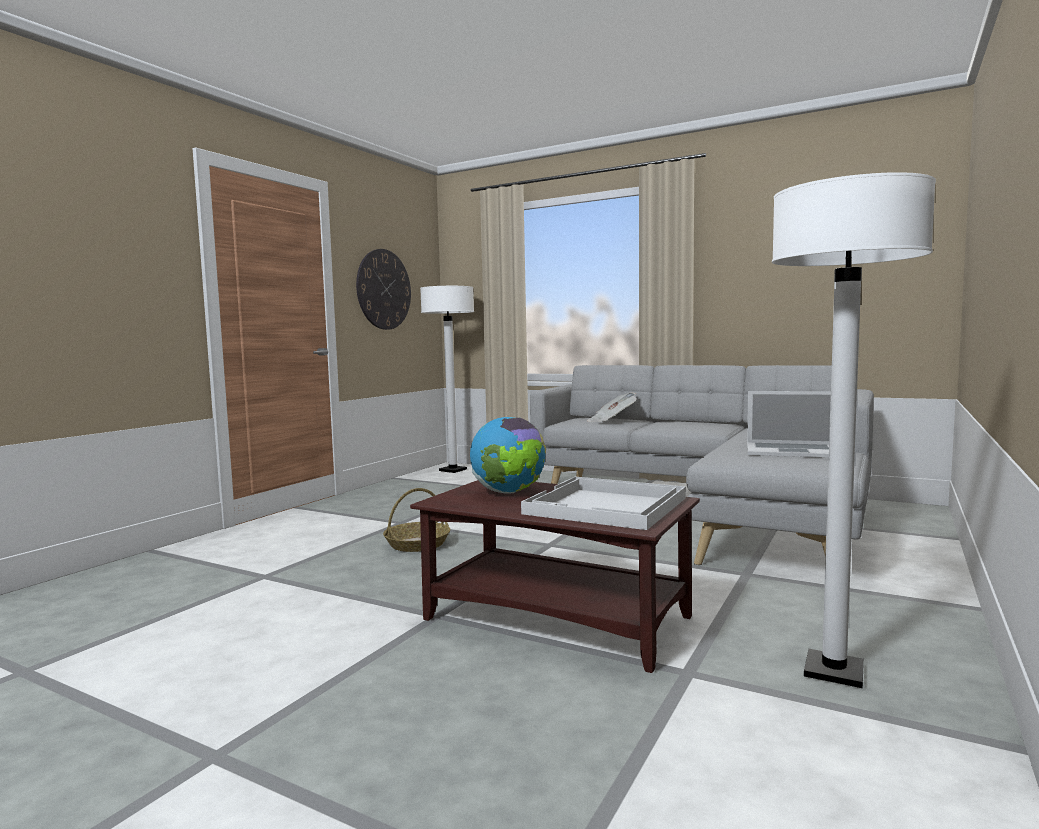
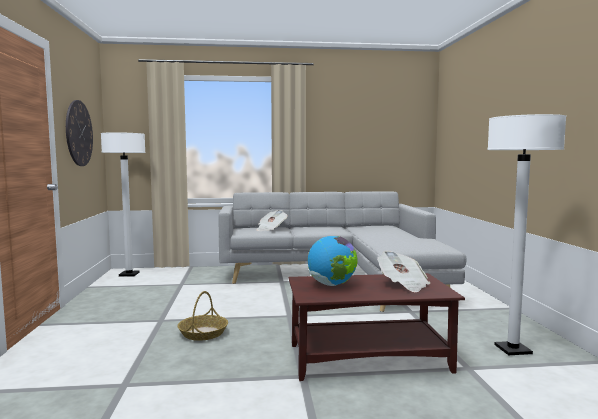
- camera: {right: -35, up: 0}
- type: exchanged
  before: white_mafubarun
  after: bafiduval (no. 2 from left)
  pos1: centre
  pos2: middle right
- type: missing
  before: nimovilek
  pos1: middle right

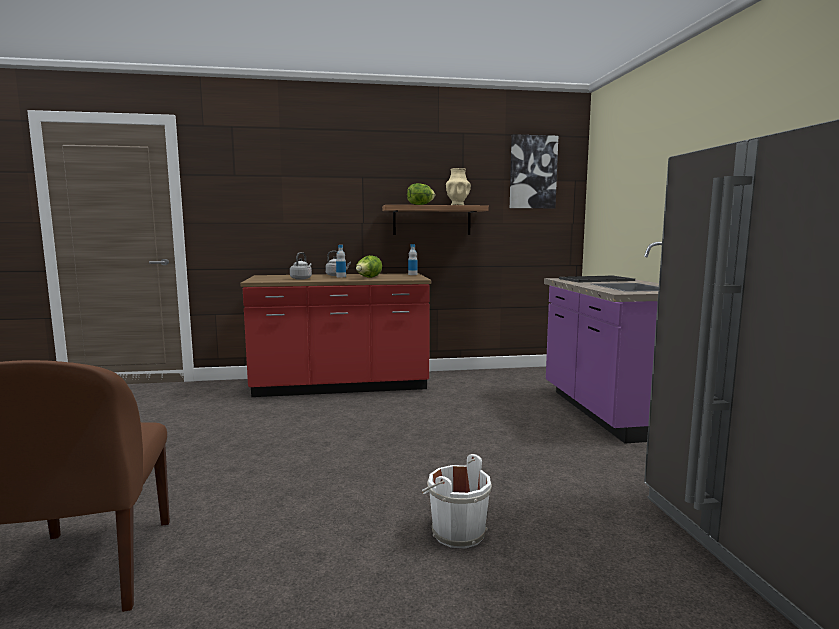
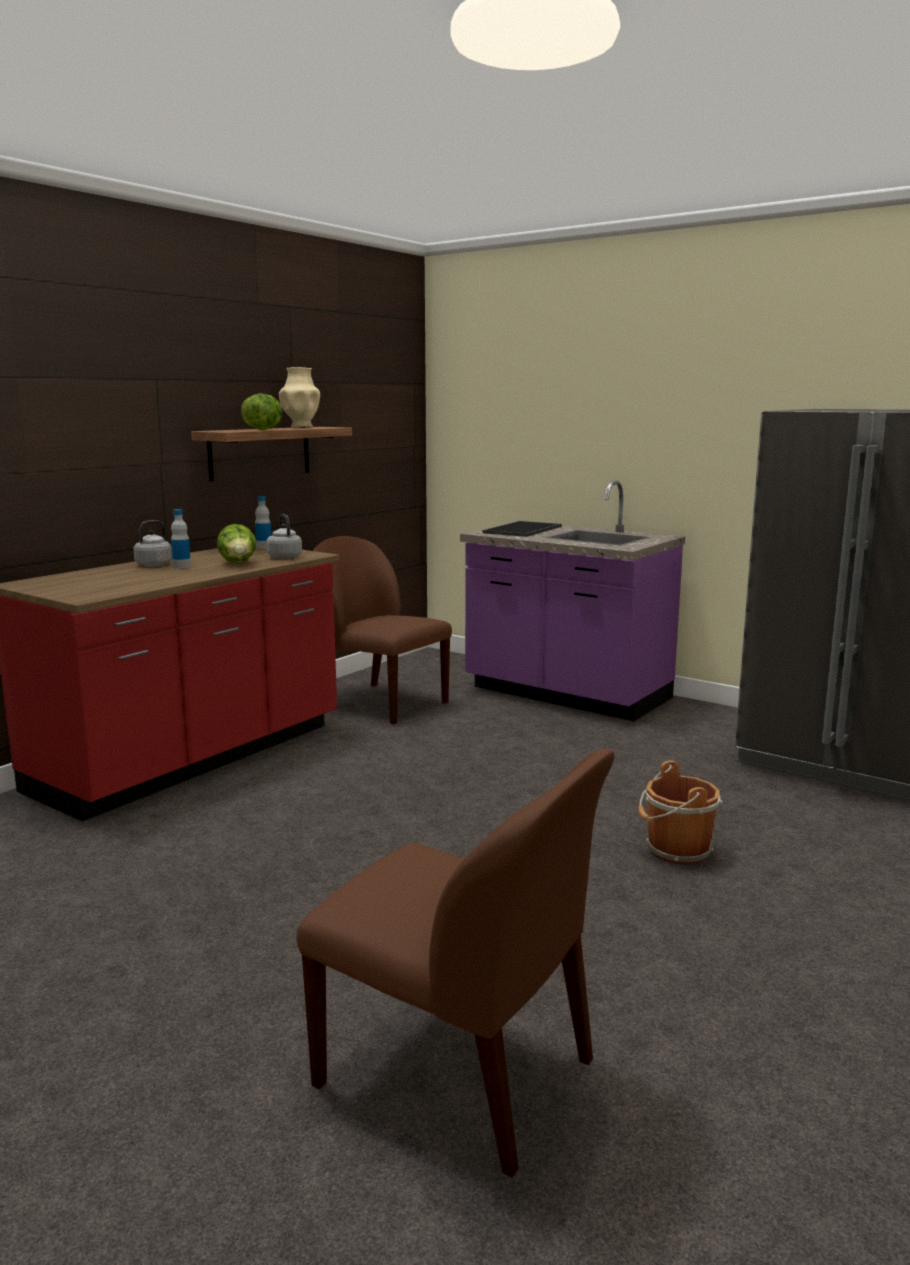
- camera: {right: -45, up: 5}
- type: relocated
  before: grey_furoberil (no. 1 from left in the first image)
  after: grey_furoberil (no. 2 from left)
  pos1: centre
  pos2: middle left
- type: appeared
  after: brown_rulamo (no. 1 from left)
  pos2: centre
- type: colour
  before: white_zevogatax
  after: brown_zevogatax
  pos1: bottom centre
  pos2: middle right
- type: missing
  before: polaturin
  pos1: top centre

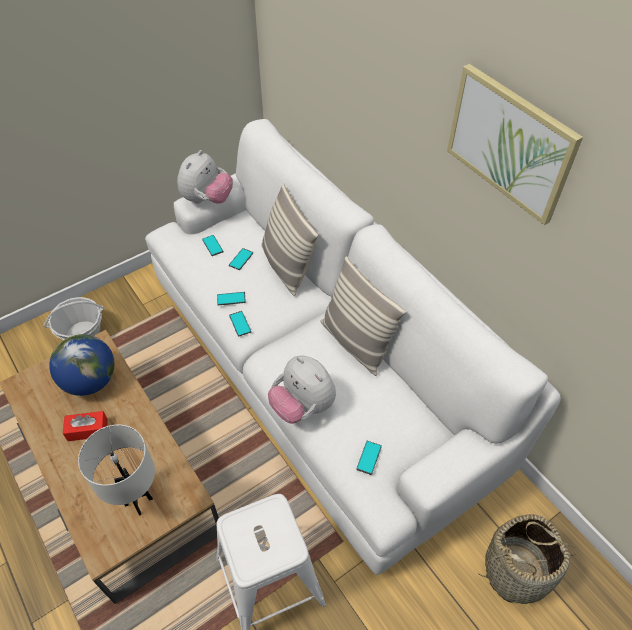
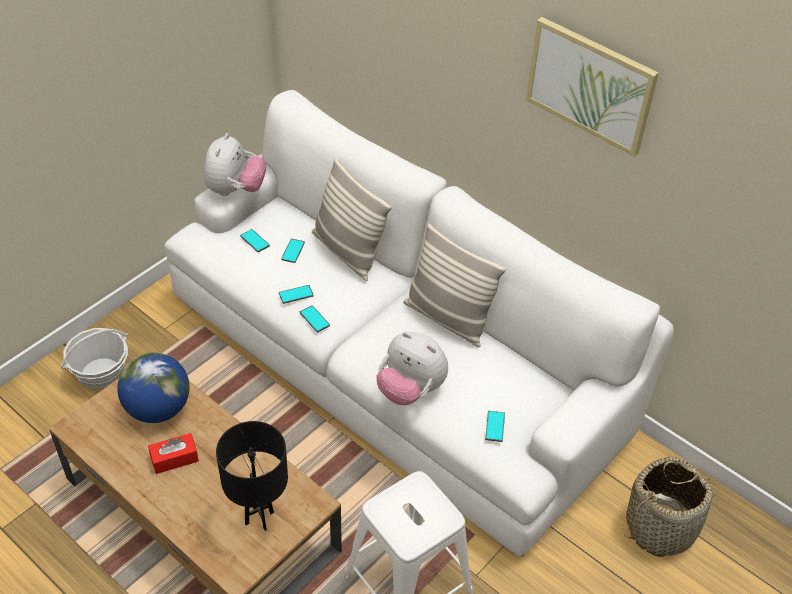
- camera: {right: -15, up: -5}
- type: colour
  before: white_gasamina
  after: black_gasamina
  pos1: bottom left
  pos2: bottom left

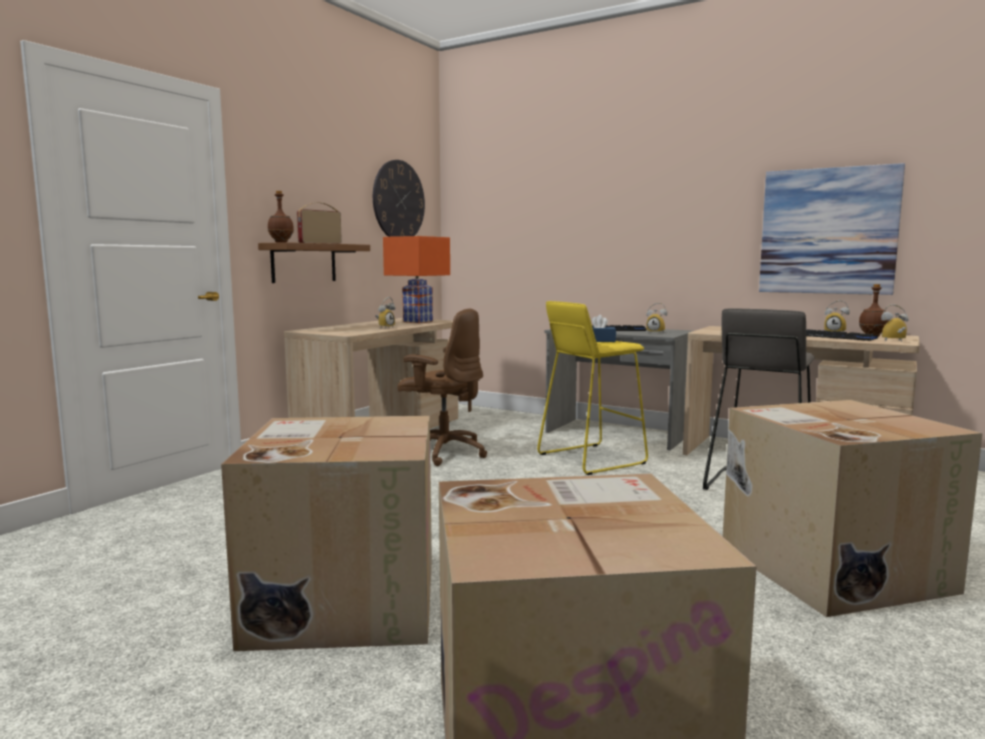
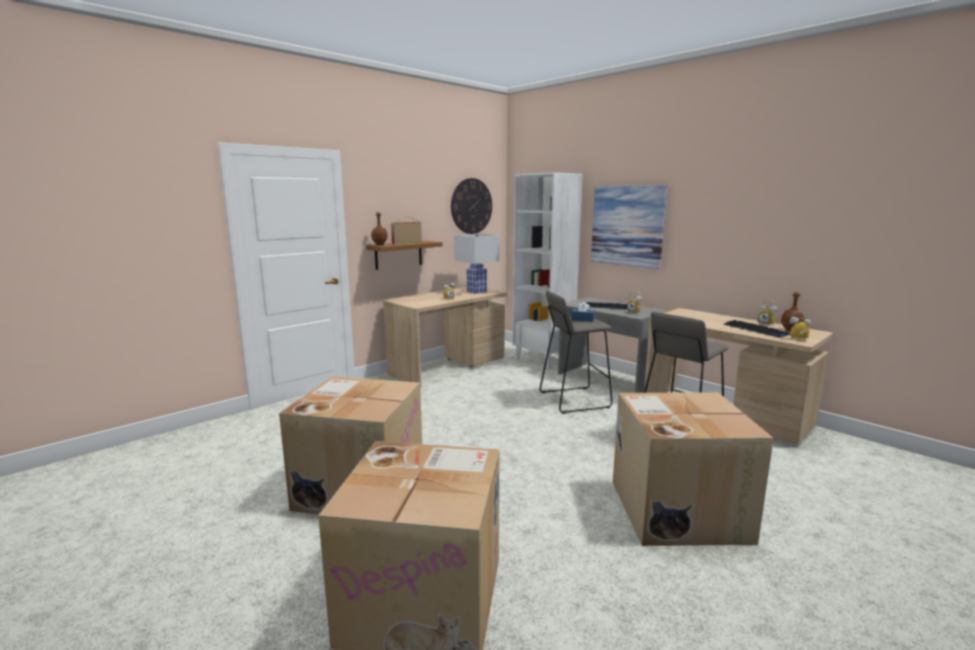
- camera: {right: 15, up: 5}
- type: colour
  before: orange_gasamina
  after: white_gasamina
  pos1: centre
  pos2: centre
- type: appeared
  after: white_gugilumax
  pos2: centre
- type: colour
  before: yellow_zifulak
  after: grey_zifulak (no. 1 from left)
  pos1: centre
  pos2: centre
- type: relocated
  before: polaturin
  pos1: top right
  pos2: centre
- type: missing
  before: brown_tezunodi
  pos1: centre

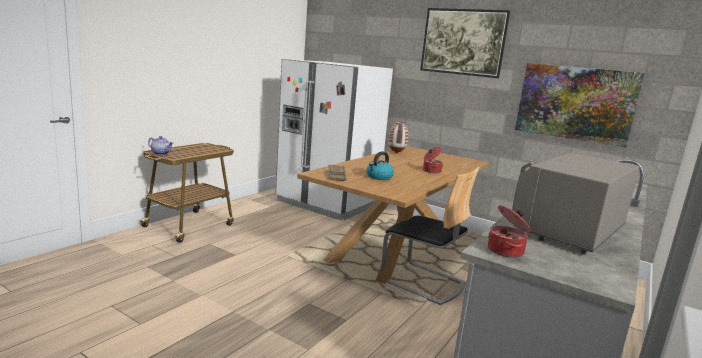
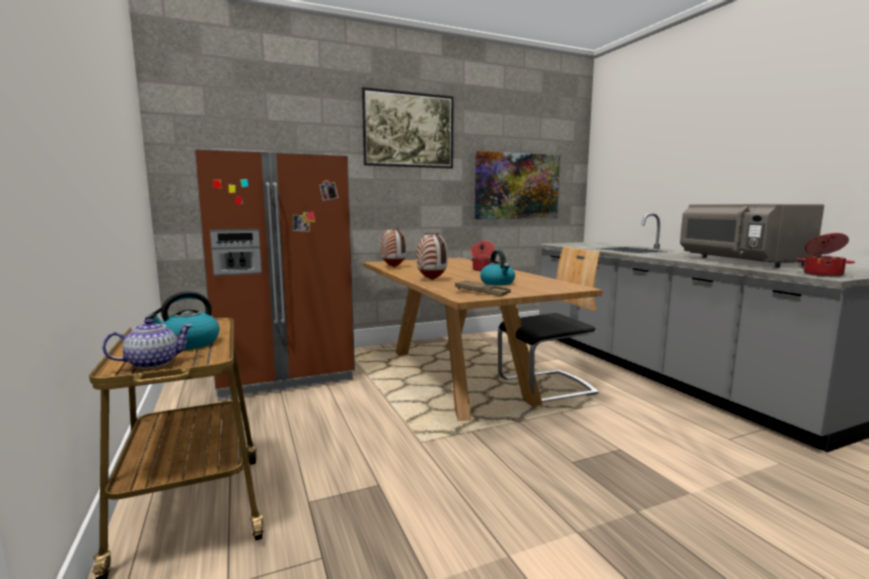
- camera: {right: -55, up: -5}
- type: appeared
  after: furoberil (no. 1 from left)
  pos2: middle left
- type: colour
  before: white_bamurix
  after: brown_bamurix
  pos1: centre
  pos2: middle left
- type: appeared
  after: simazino (no. 2 from left)
  pos2: centre

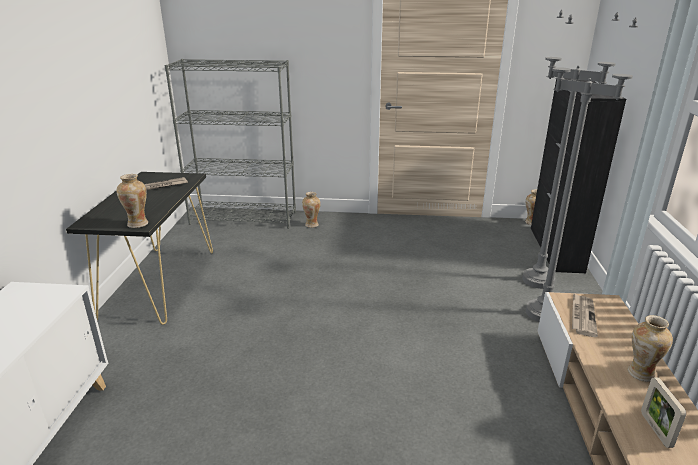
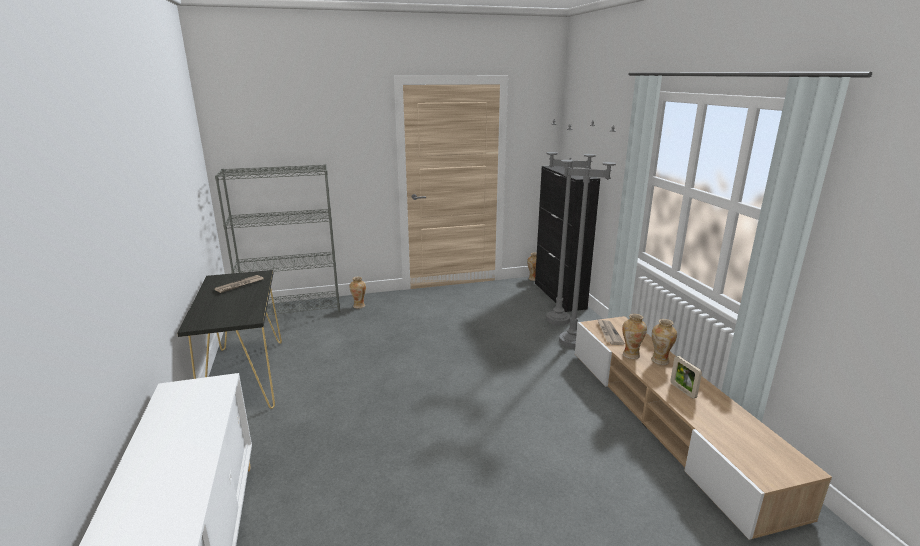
- camera: {right: -20, up: -5}
- type: relocated
  before: simazino (no. 1 from left in the first image)
  after: simazino (no. 3 from left)
  pos1: middle left
  pos2: middle right

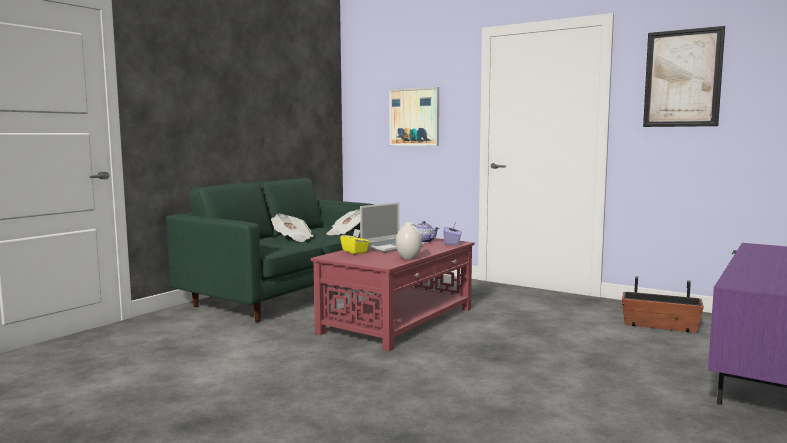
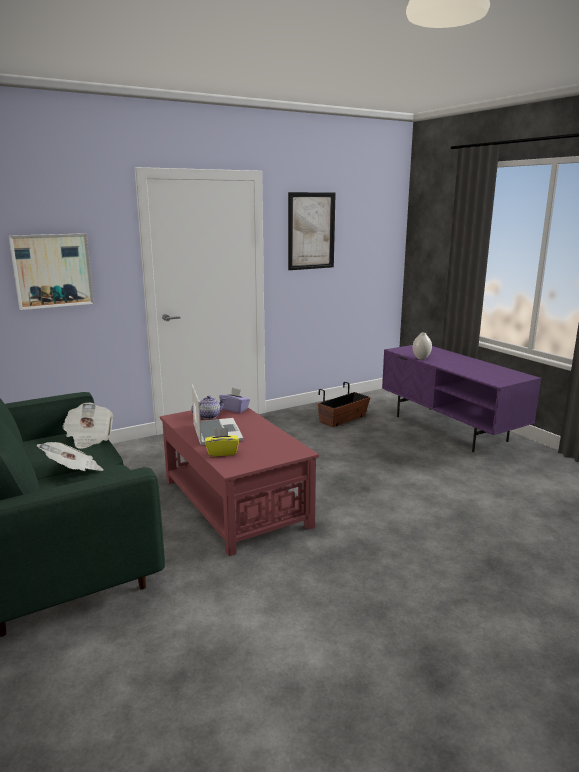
- camera: {right: -65, up: 10}
- type: relocated
  before: white_simazino
  pos1: centre
  pos2: middle right

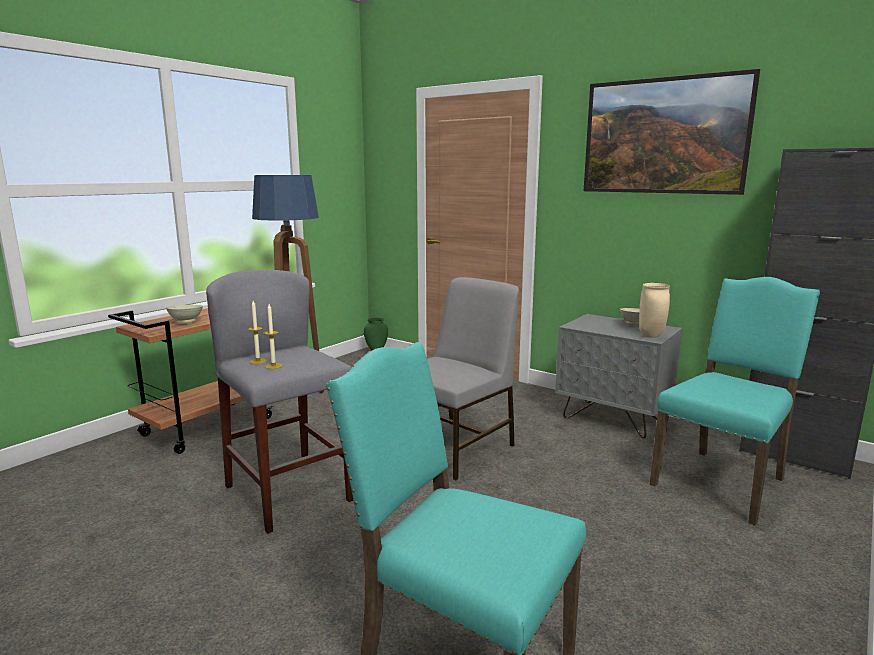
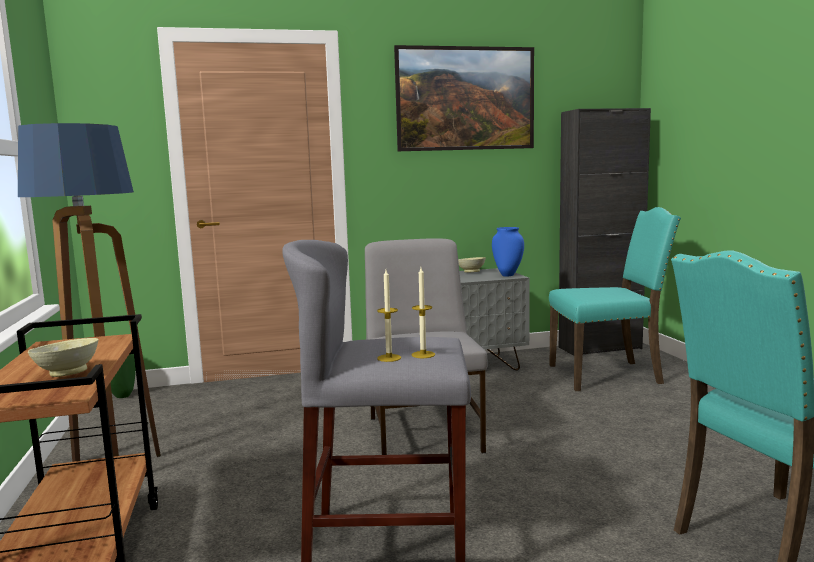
- camera: {right: -50, up: -5}
- type: colour
  before: beige_simazino
  after: blue_simazino
  pos1: middle right
  pos2: centre
- type: spun
  before: turquoise_rulamo (no. 2 from left in the first image)
  pos1: middle right
  pos2: middle right
  turn: 90

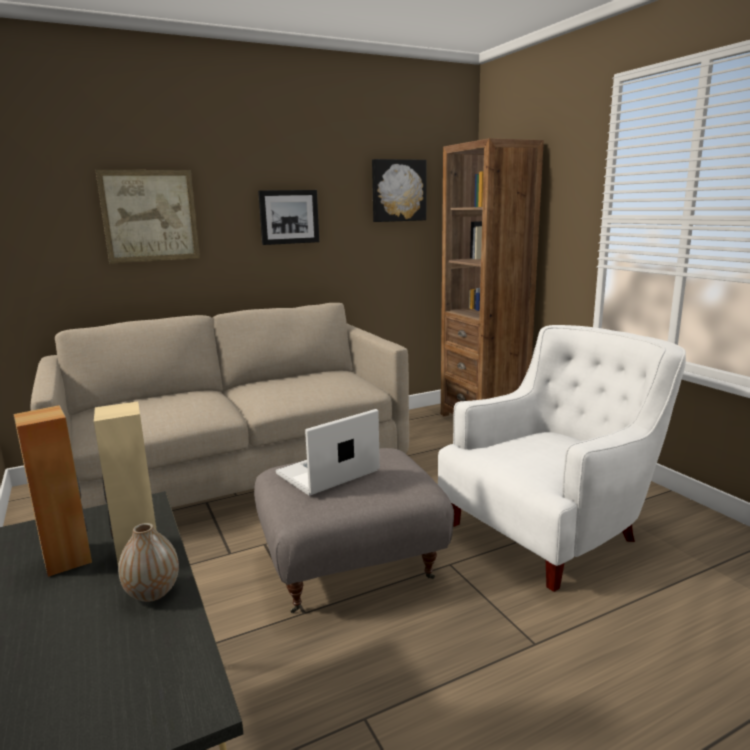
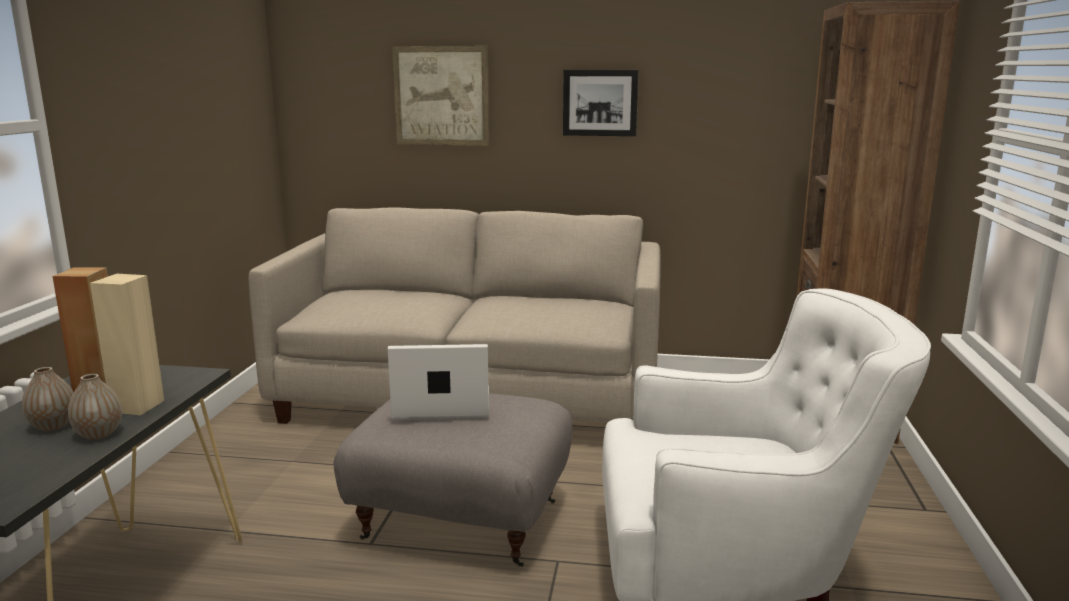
- camera: {right: 35, up: 0}
- type: appeared
  after: simazino (no. 1 from left)
  pos2: middle left
- type: missing
  before: polaturin (no. 3 from left)
  pos1: top centre

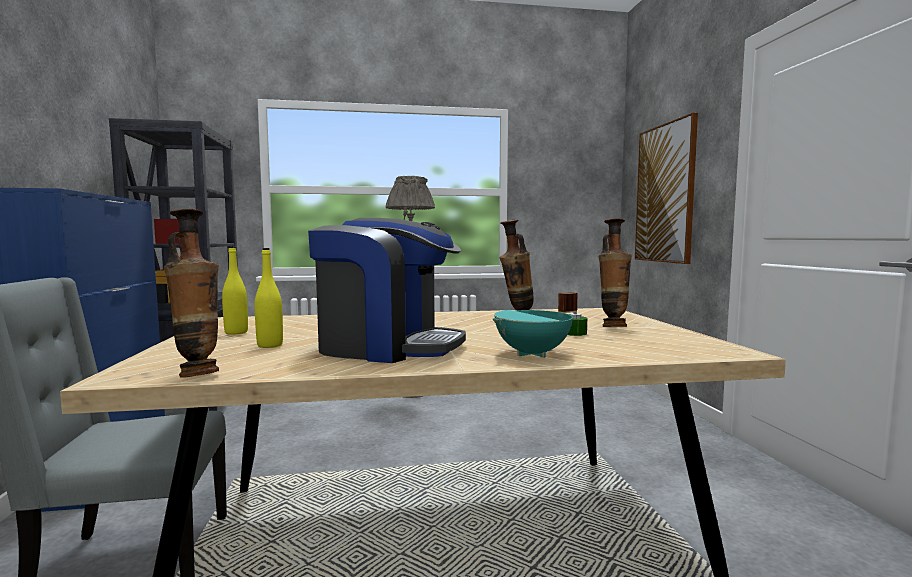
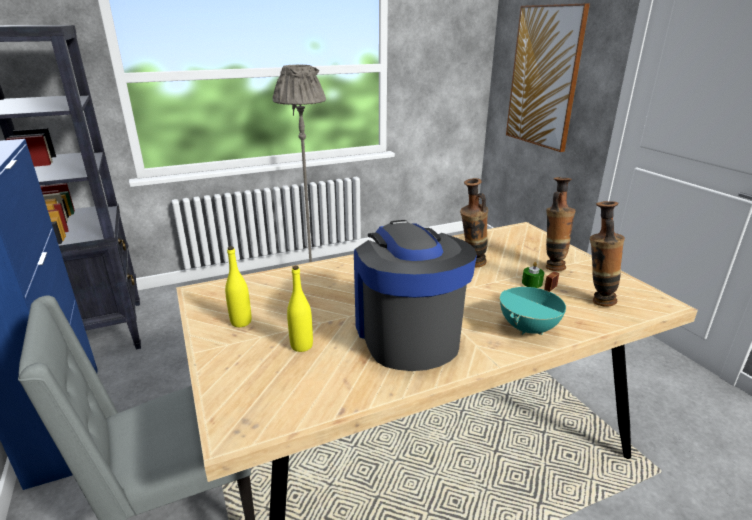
- camera: {right: -15, up: 20}
- type: spun
  before: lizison
  pos1: centre
  pos2: centre
  turn: -105
- type: relocated
  before: simazino (no. 1 from left in the first image)
  after: simazino (no. 3 from left)
  pos1: middle left
  pos2: middle right

